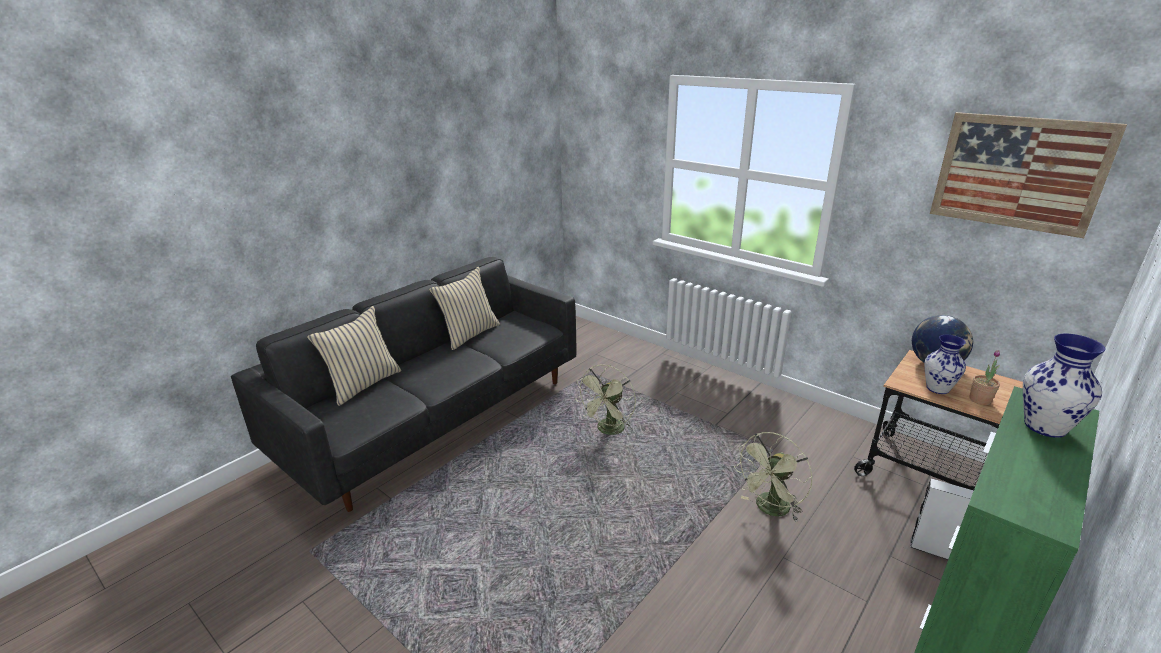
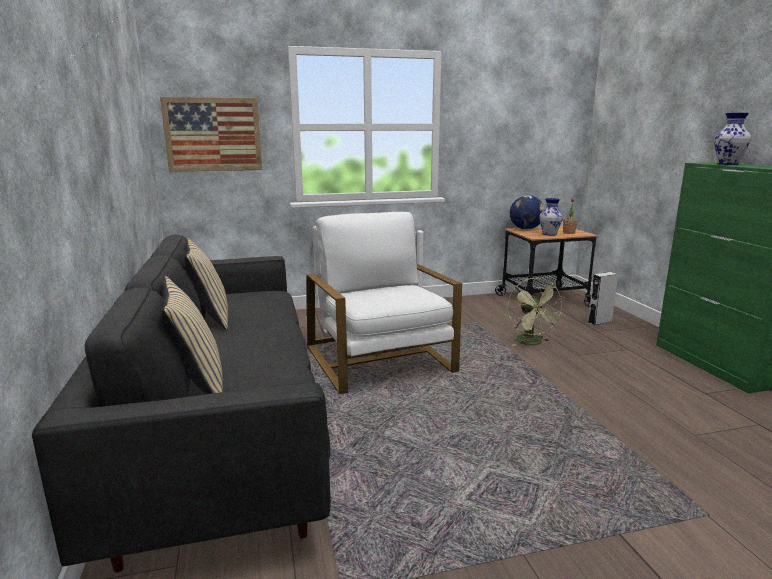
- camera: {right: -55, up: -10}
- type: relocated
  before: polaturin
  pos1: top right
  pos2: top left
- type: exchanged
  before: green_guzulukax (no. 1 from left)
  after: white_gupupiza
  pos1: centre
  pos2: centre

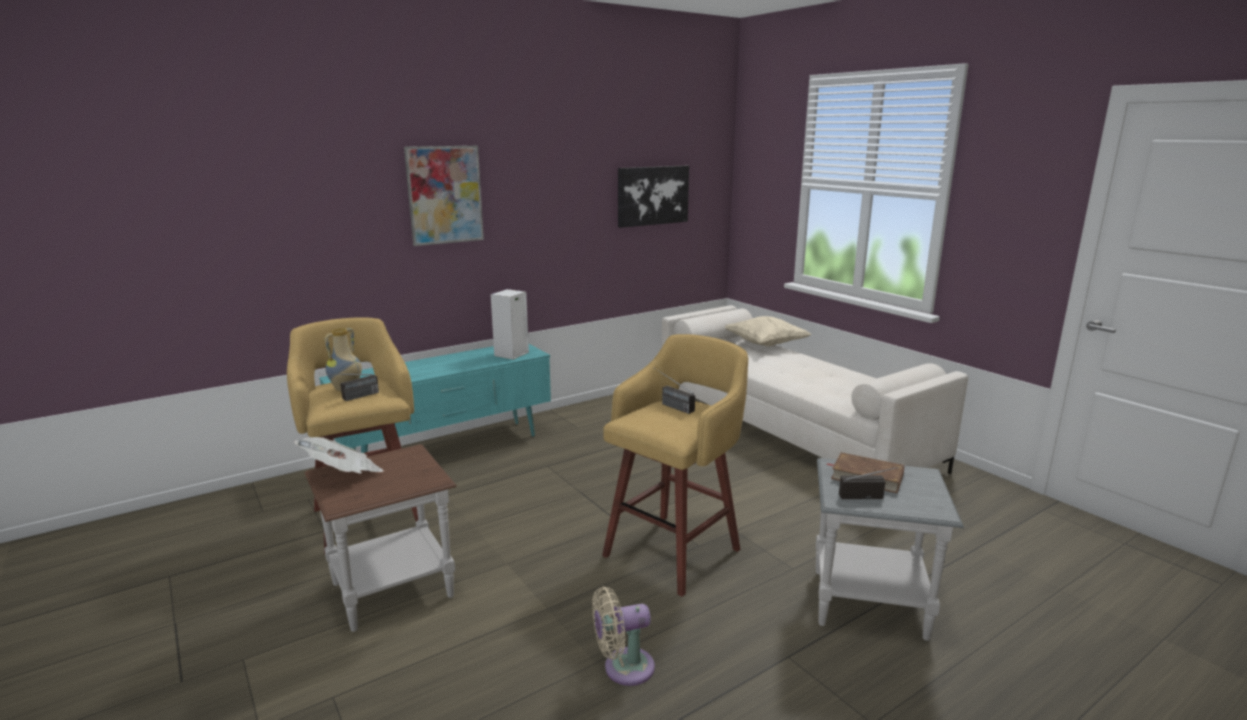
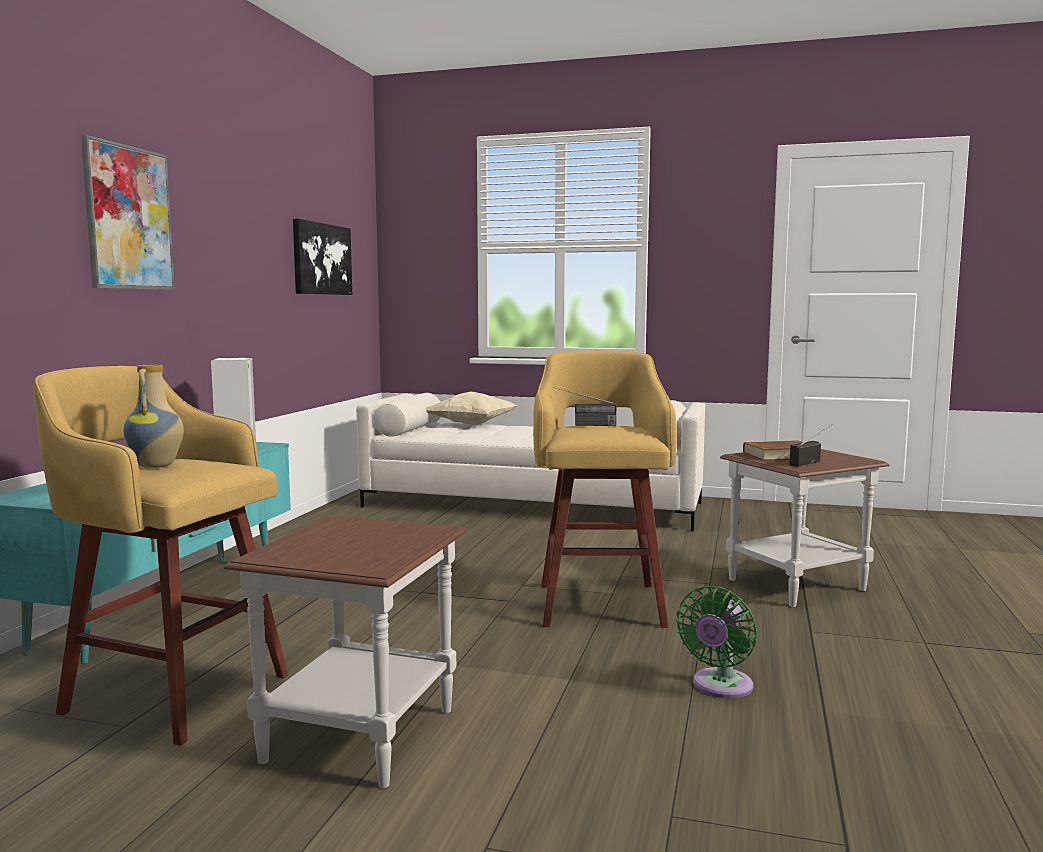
- camera: {right: -40, up: -10}
- type: colour
  before: beige_guzulukax
  after: green_guzulukax
  pos1: bottom centre
  pos2: bottom right
- type: colour
  before: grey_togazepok
  after: brown_togazepok (no. 2 from left)
  pos1: bottom right
  pos2: middle right
- type: missing
  before: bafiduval
  pos1: middle left
- type: missing
  before: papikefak (no. 1 from left)
  pos1: middle left

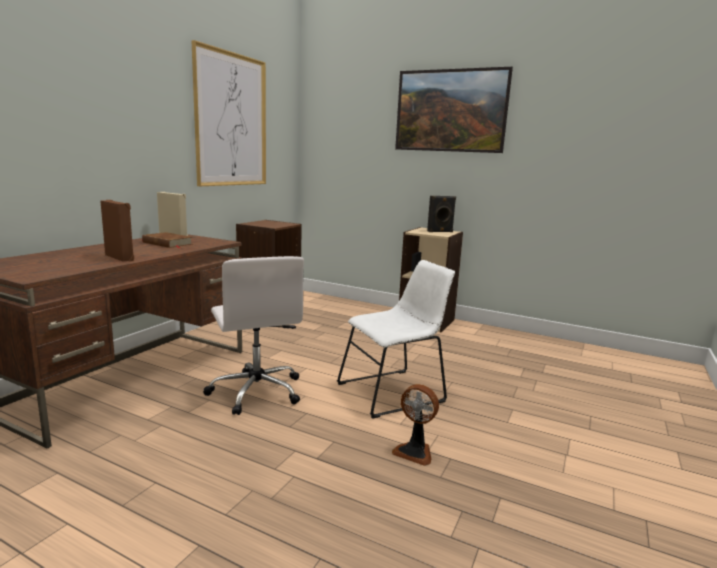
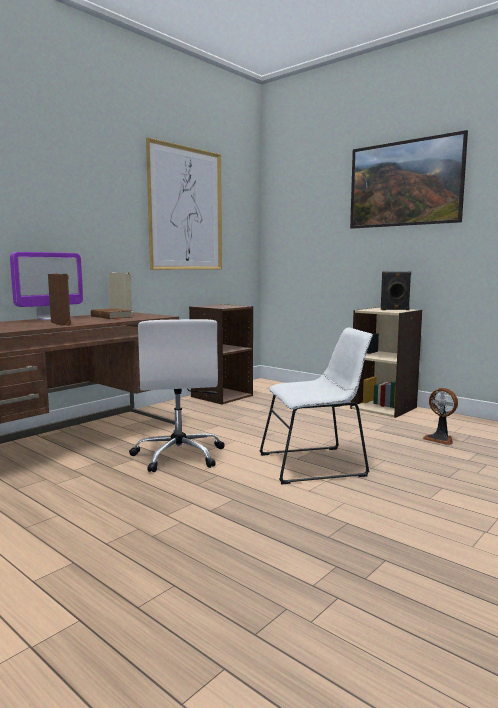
- camera: {right: 15, up: -5}
- type: appeared
  after: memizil
  pos2: middle left
- type: relocated
  before: guzulukax
  pos1: bottom centre
  pos2: middle right

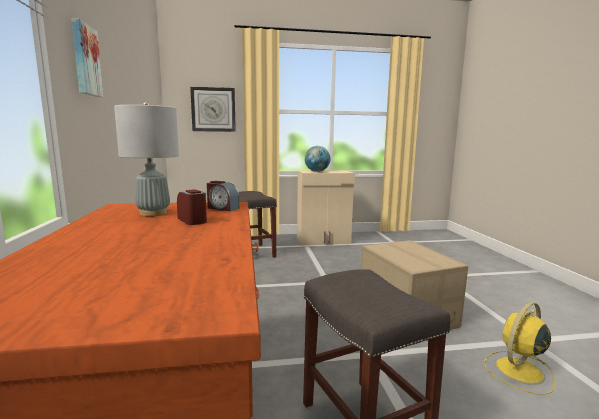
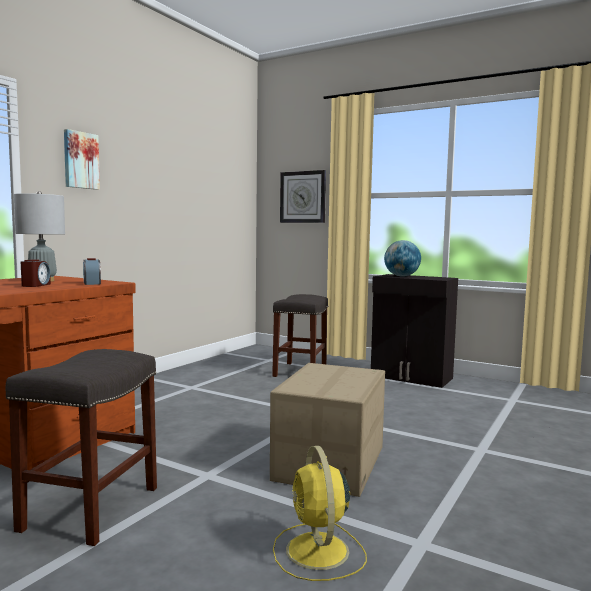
- camera: {right: 40, up: -5}
- type: spun
  before: yellow_guzulukax
  pos1: bottom right
  pos2: bottom centre
  turn: -105
- type: colour
  before: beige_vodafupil
  after: black_vodafupil
  pos1: centre
  pos2: middle right

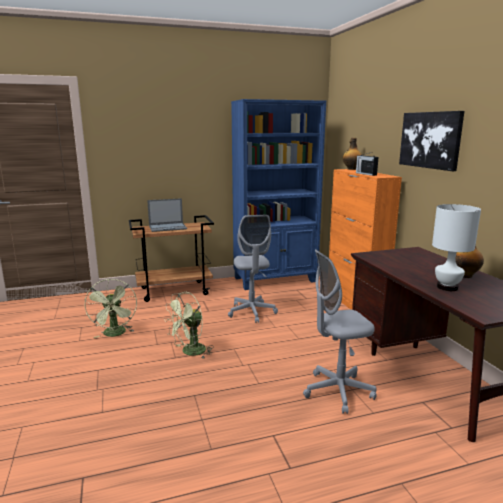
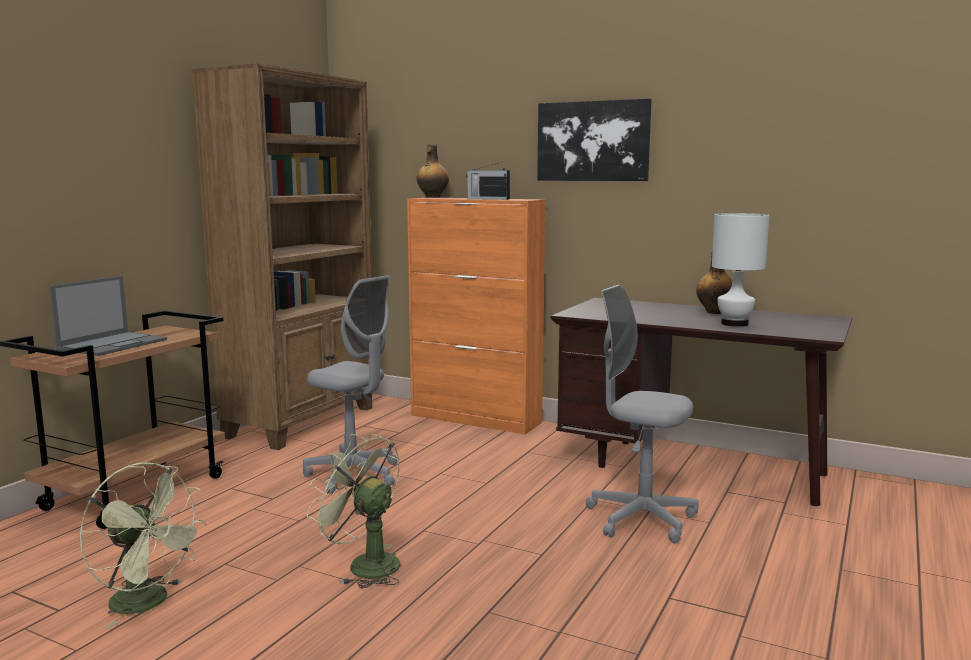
- camera: {right: -45, up: -5}
- type: colour
  before: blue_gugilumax
  after: brown_gugilumax
  pos1: centre
  pos2: middle left
- type: spun
  before: green_guzulukax (no. 2 from left)
  pos1: centre
  pos2: bottom centre
  turn: 120
- type: spun
  before: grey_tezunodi (no. 2 from left)
  pos1: middle right
  pos2: centre
  turn: 90

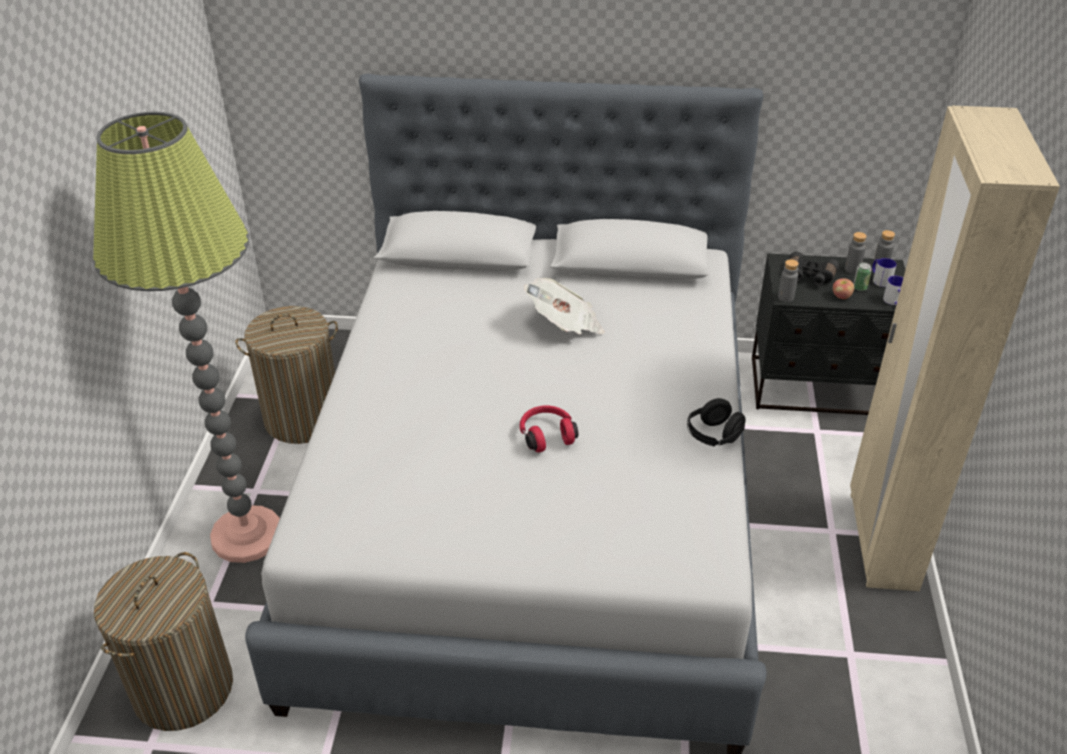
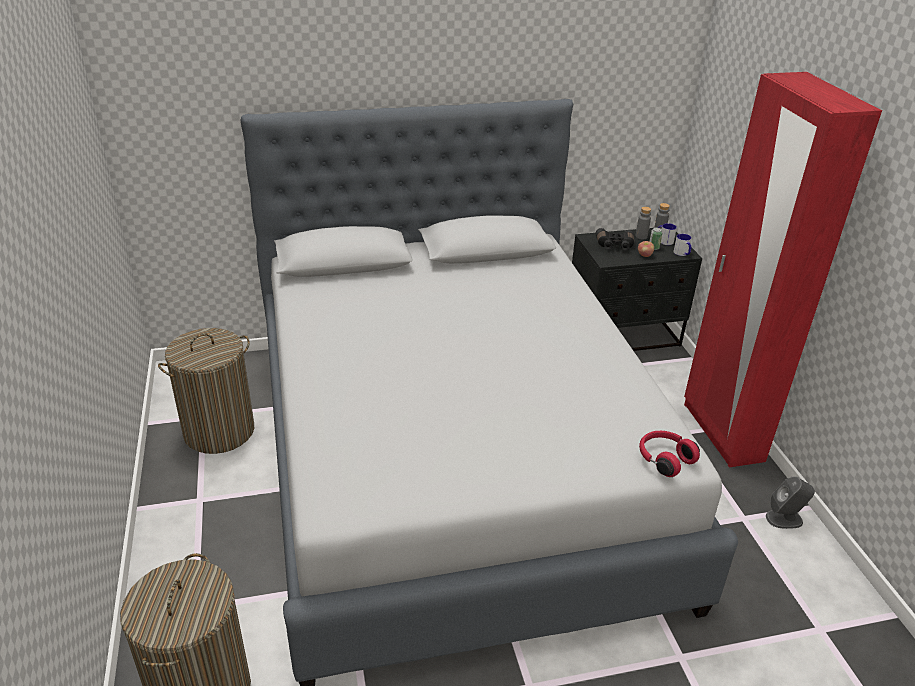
- camera: {right: -20, up: -5}
- type: relocated
  before: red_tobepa
  pos1: centre
  pos2: middle right
- type: colour
  before: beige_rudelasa
  after: red_rudelasa
  pos1: middle right
  pos2: middle right
- type: appeared
  after: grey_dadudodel
  pos2: bottom right
- type: missing
  before: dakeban
  pos1: middle left
- type: missing
  before: bafiduval
  pos1: centre
- type: missing
  before: black_tobepa
  pos1: middle right
- type: missing
  before: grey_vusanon (no. 1 from left)
  pos1: middle right

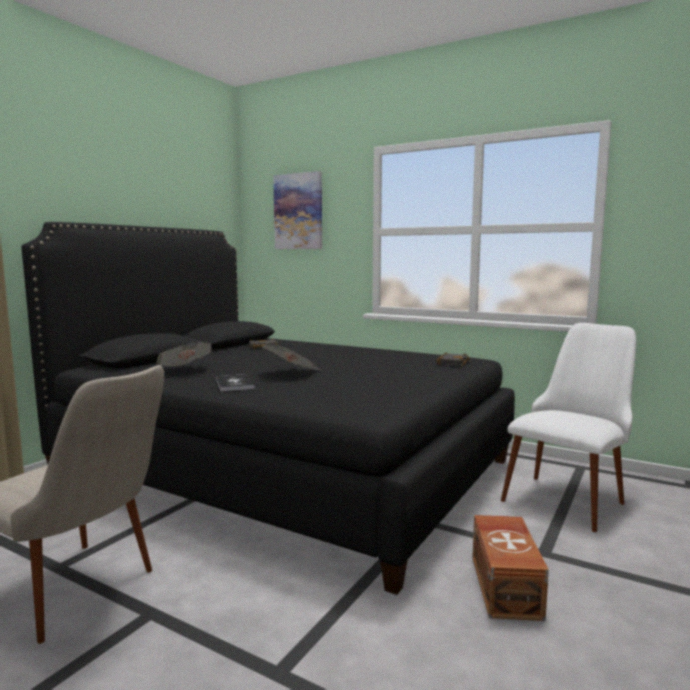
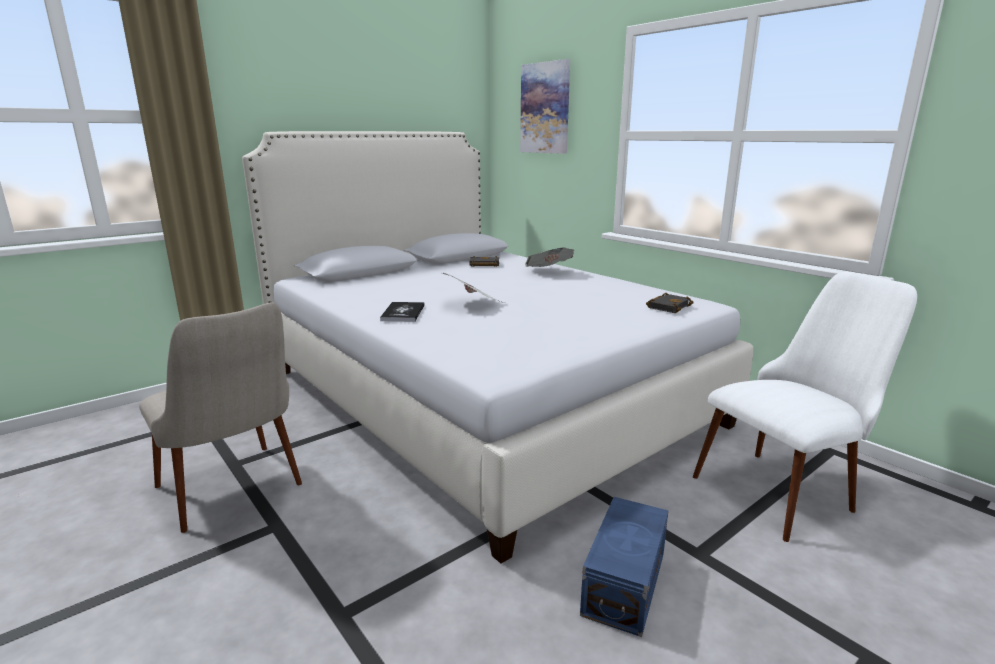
- camera: {right: 20, up: 10}
- type: colour
  before: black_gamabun
  after: white_gamabun
  pos1: centre
  pos2: centre
- type: relocated
  before: bafiduval (no. 1 from left in the first image)
  after: bafiduval (no. 2 from left)
  pos1: middle left
  pos2: centre
- type: colour
  before: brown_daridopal
  after: blue_daridopal
  pos1: bottom right
  pos2: bottom centre

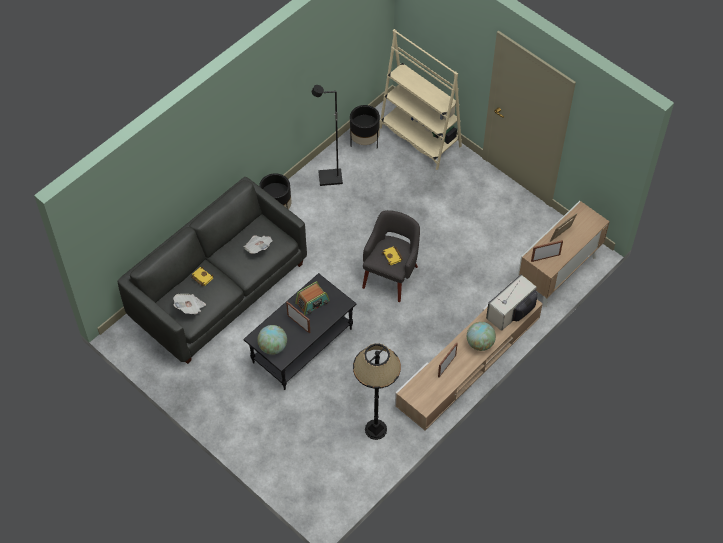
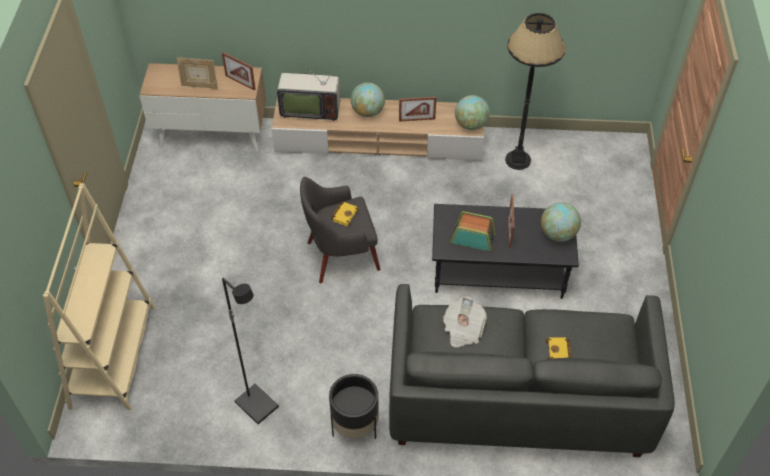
- camera: {right: -130, up: -5}
- type: appeared
  after: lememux (no. 2 from left)
  pos2: top centre
- type: missing
  before: bafiduval (no. 1 from left)
  pos1: middle left
- type: missing
  before: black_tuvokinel (no. 2 from left)
  pos1: top centre

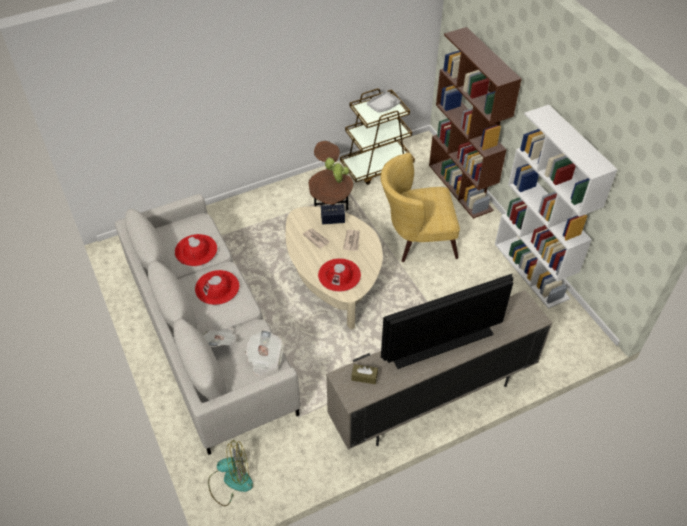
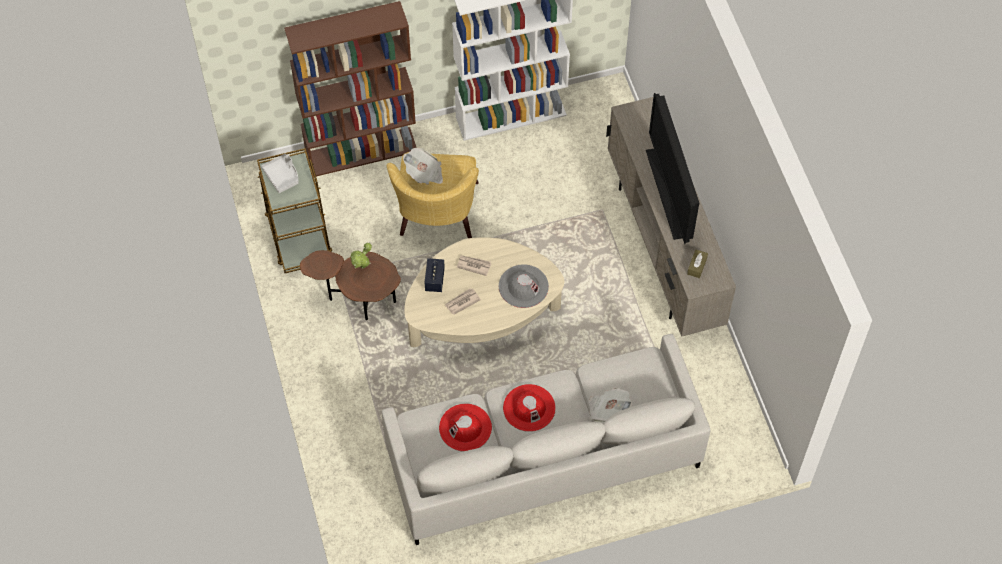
- camera: {right: -80, up: 10}
- type: relocated
  before: bafiduval (no. 2 from left in the first image)
  after: bafiduval (no. 1 from left)
  pos1: bottom centre
  pos2: top centre
- type: colour
  before: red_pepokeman (no. 3 from left)
  after: grey_pepokeman
  pos1: centre
  pos2: centre
- type: missing
  before: guzulukax
  pos1: bottom centre

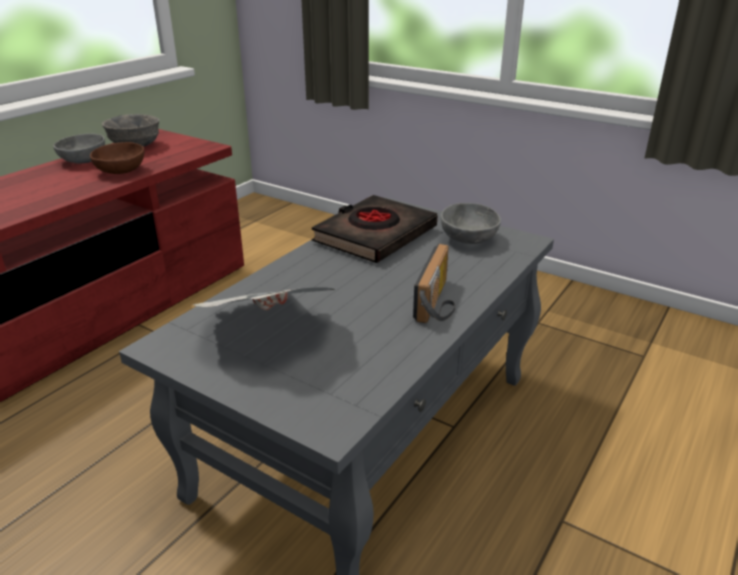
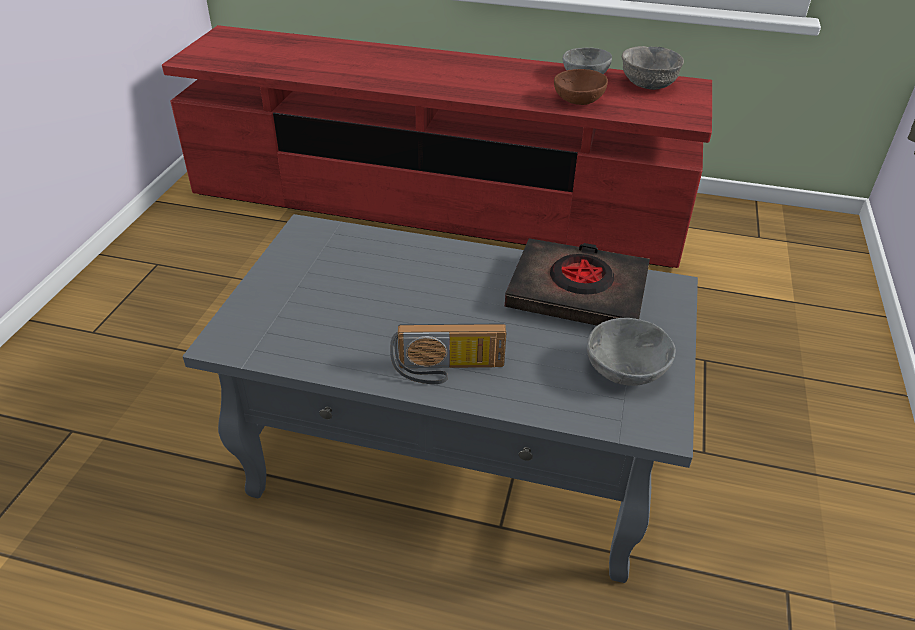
- camera: {right: 70, up: 10}
- type: missing
  before: bafiduval
  pos1: centre

